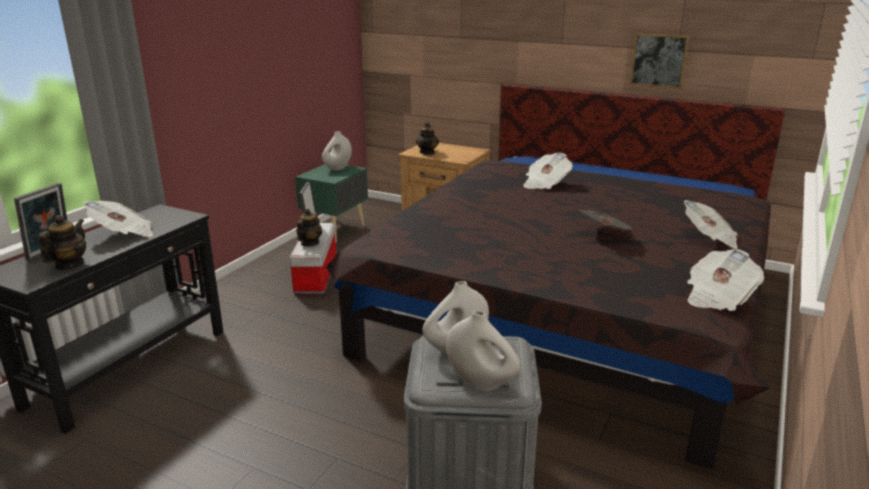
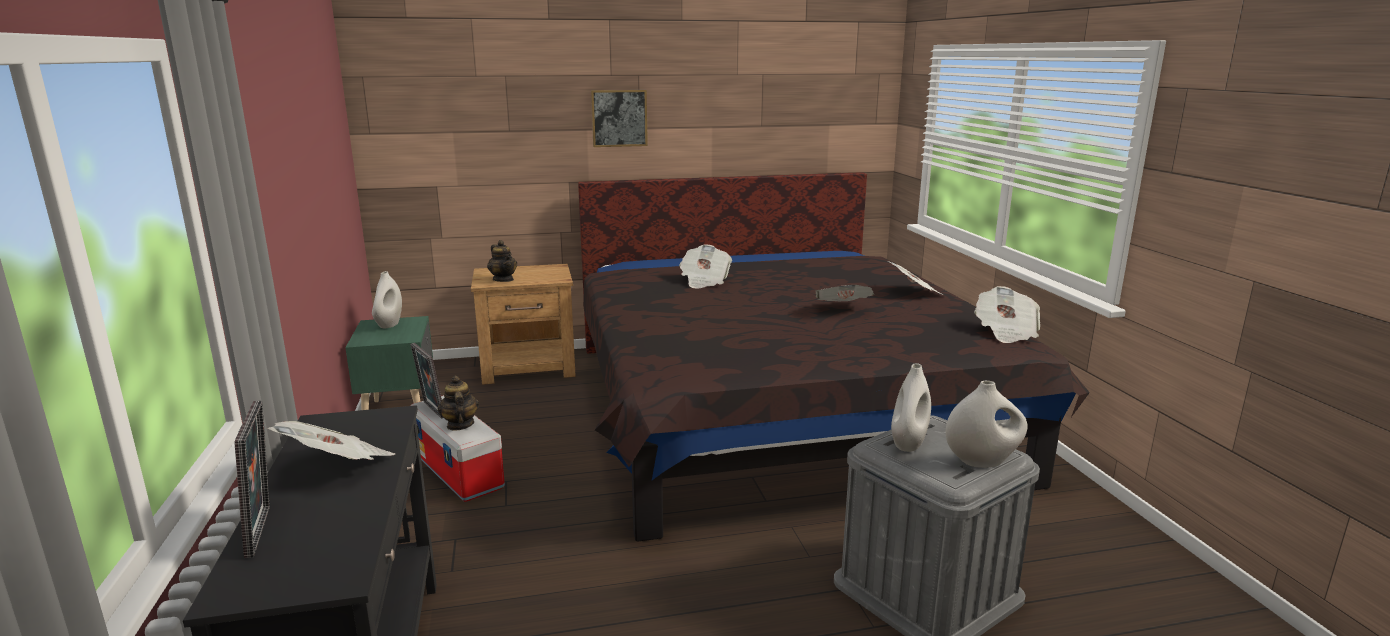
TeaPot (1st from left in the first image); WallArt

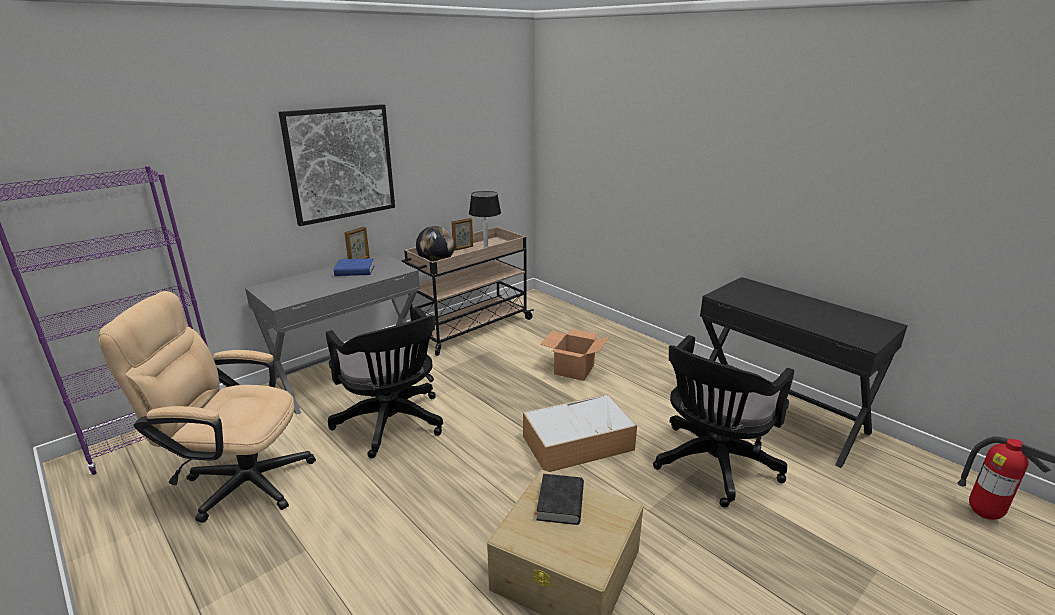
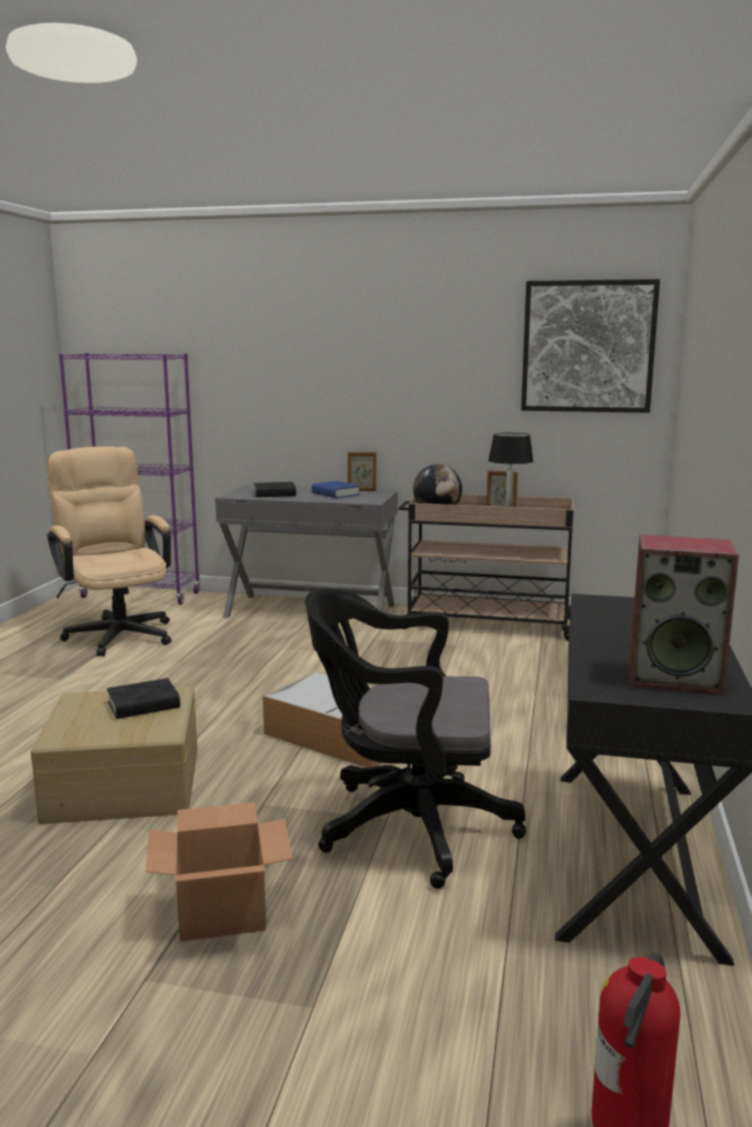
BlackishDeskChair (1st from left in the first image); BlackishBook (2nd from left); AudioSpeaker; WallArt; CardboardBox

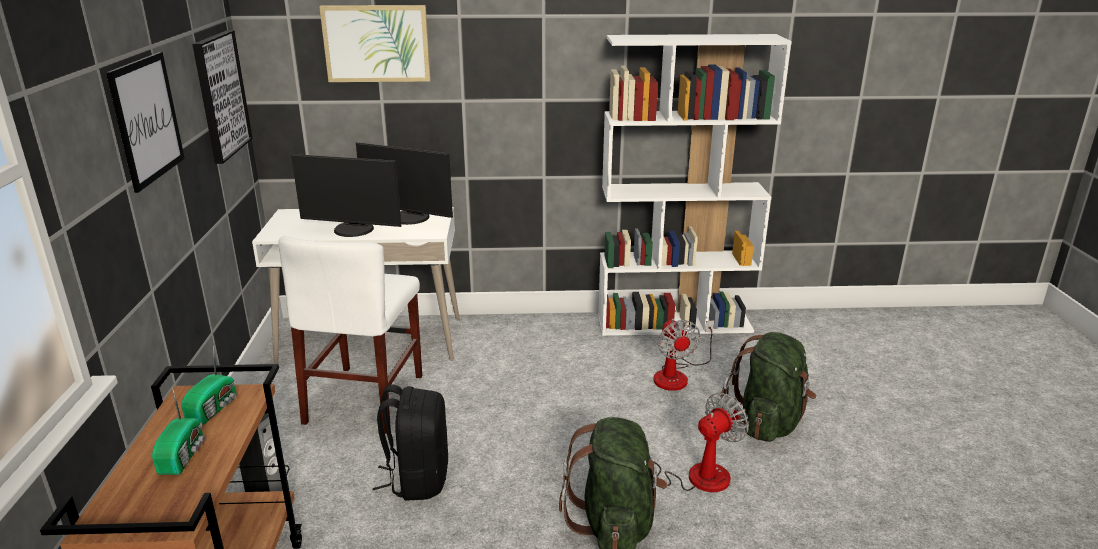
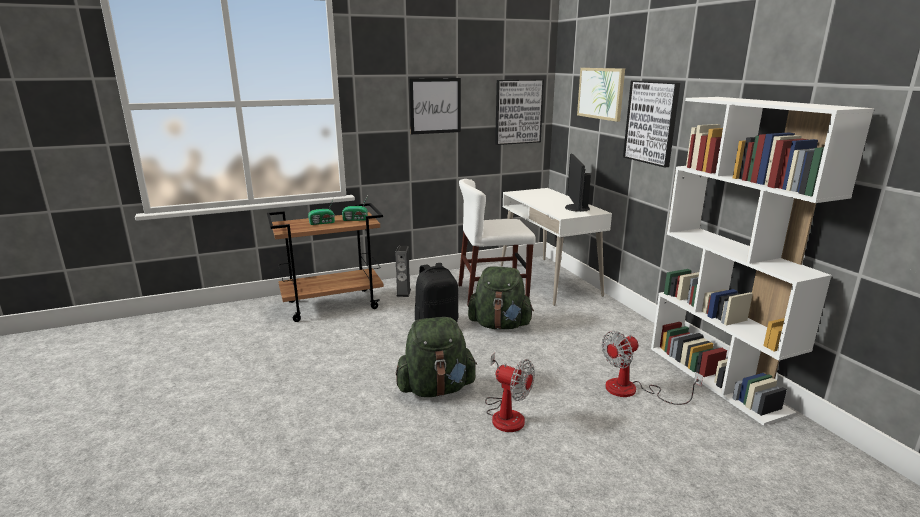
Monitor (1st from left in the first image); WallArt (4th from left); GreenRucksack (2nd from left)

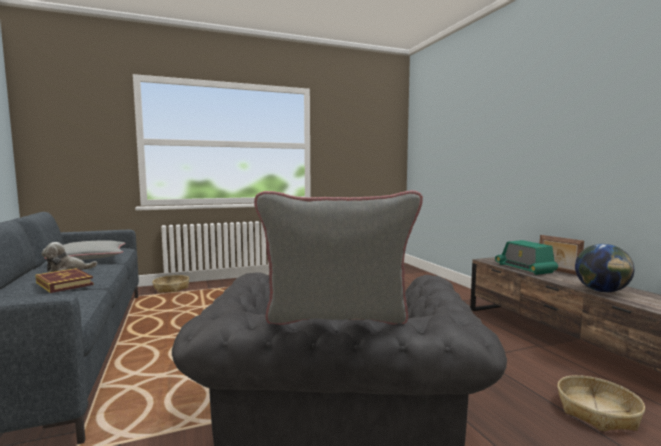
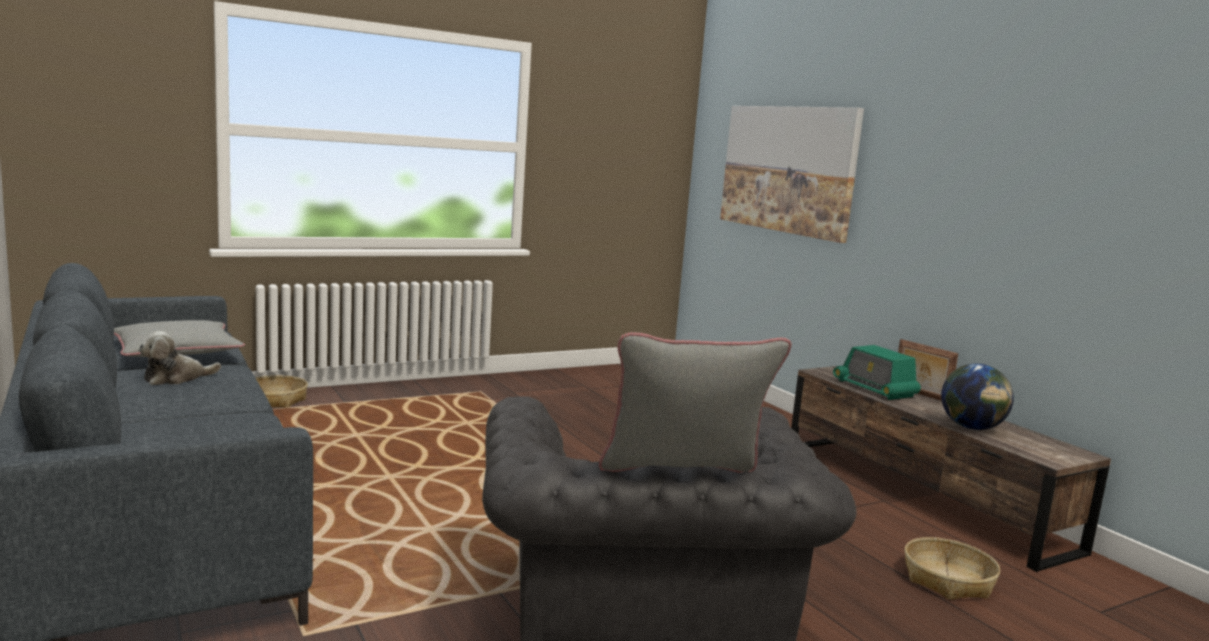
Book; WallArt

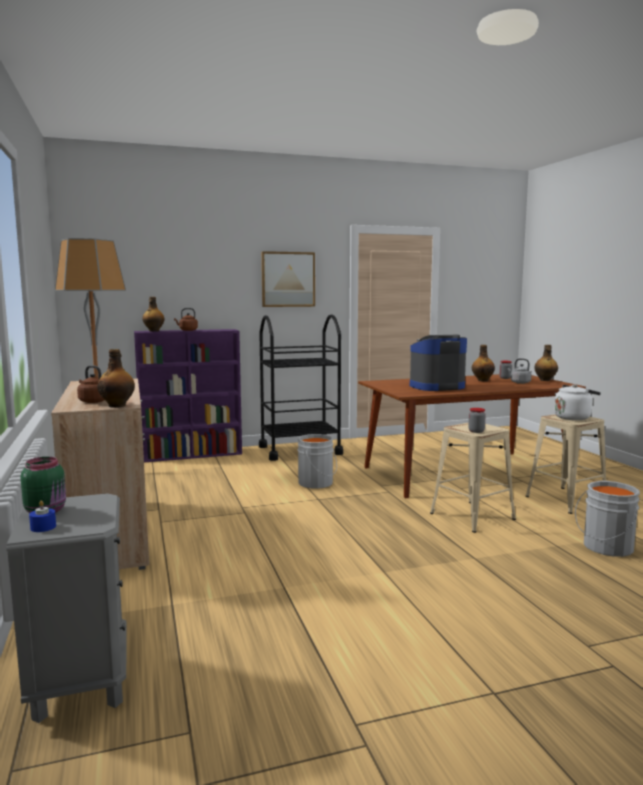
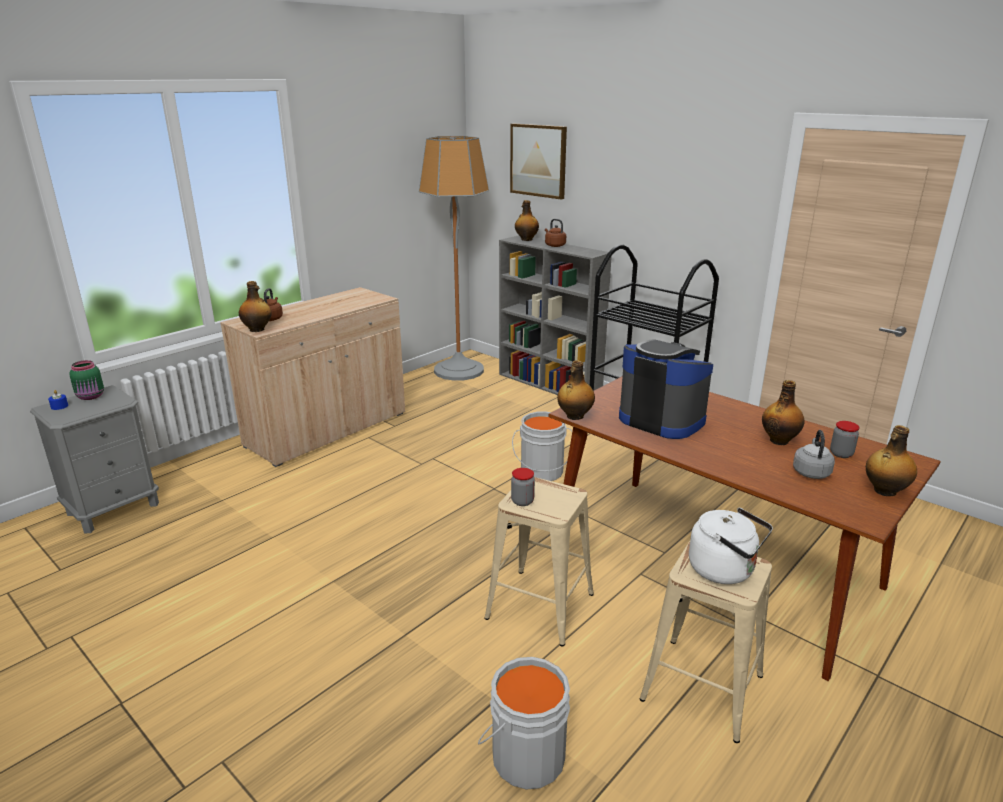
BeverageBottle (3rd from left); WallArt; GreyShelvingUnit

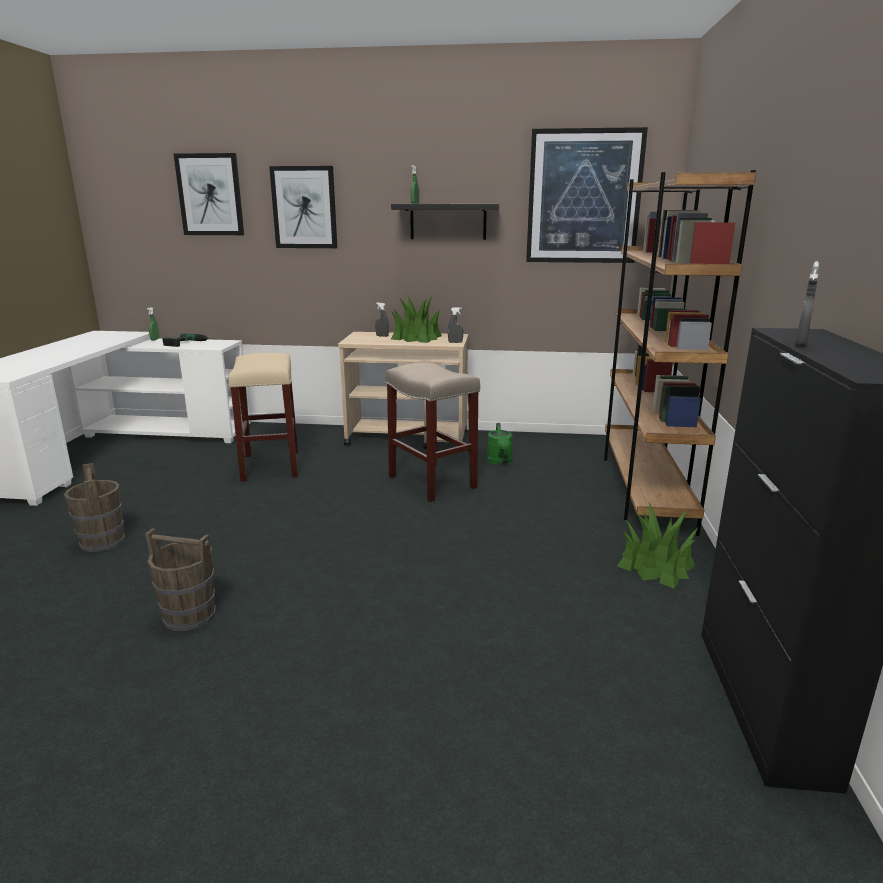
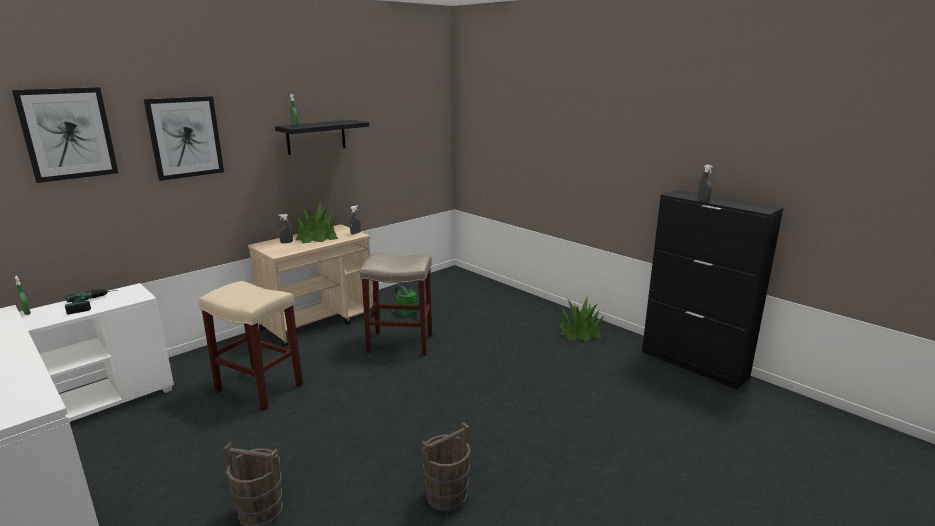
WallArt (3rd from left in the first image); BrownishShelvingUnit

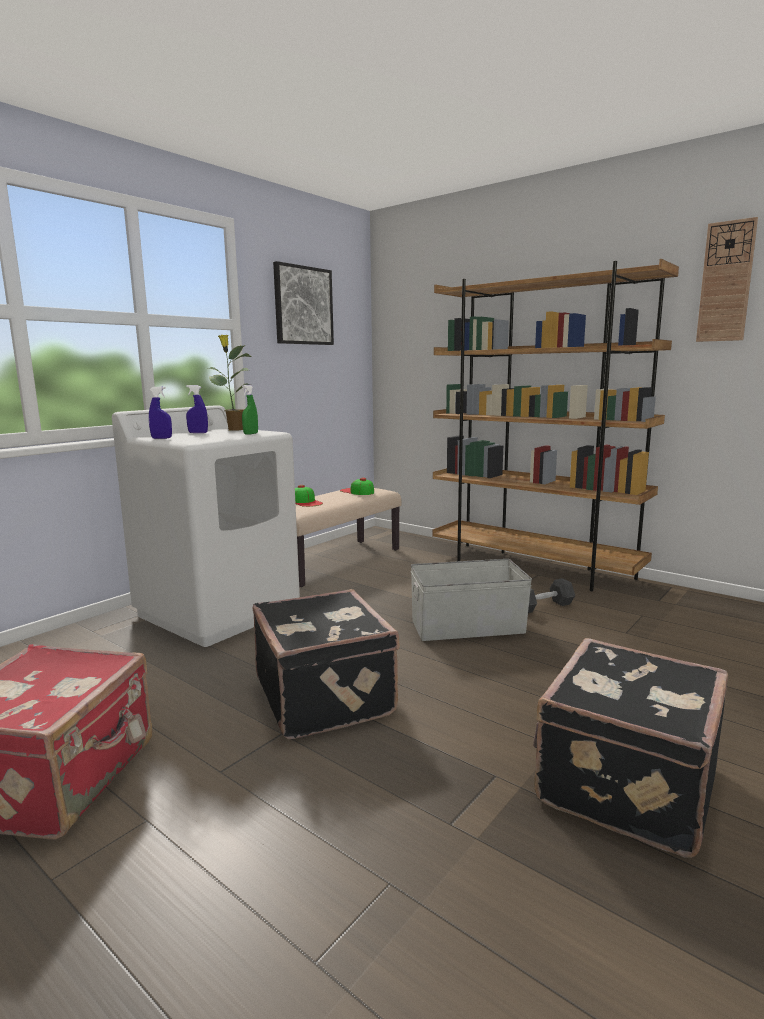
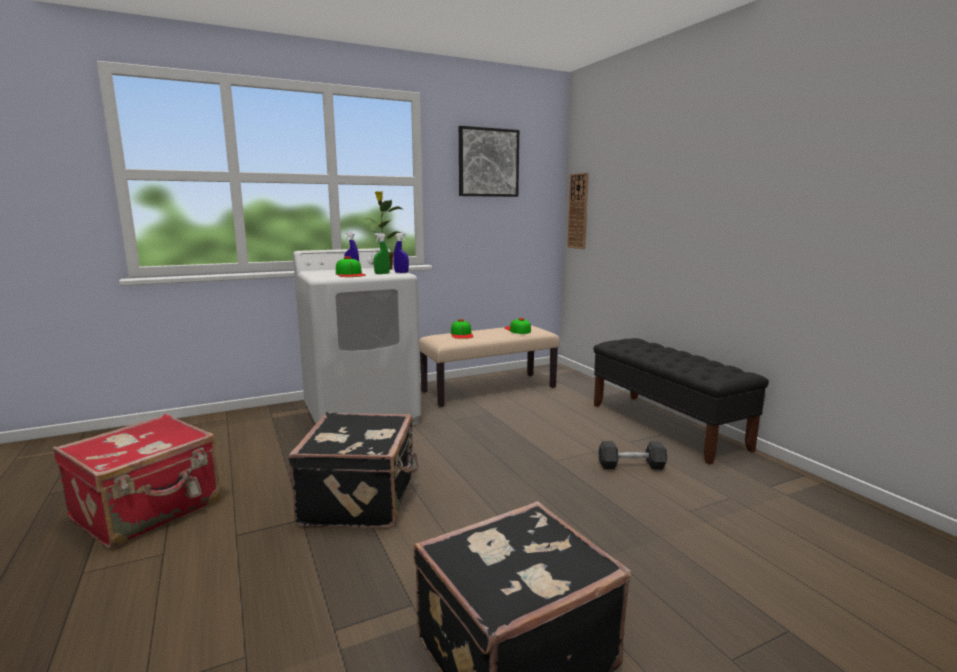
GreyStorageBox; BaseballCap (1st from left); BluishSprayBottle (2nd from left); ClockOnTheWall; BlackishIndoorBench

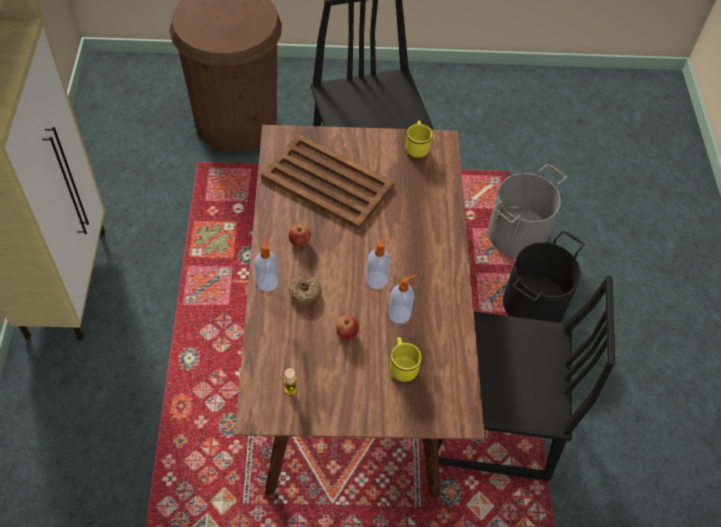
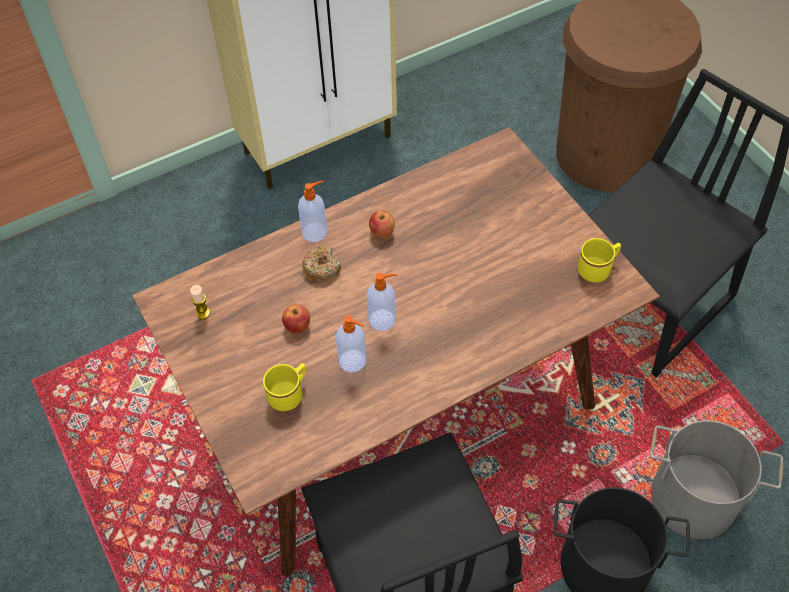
BrownishServingTray

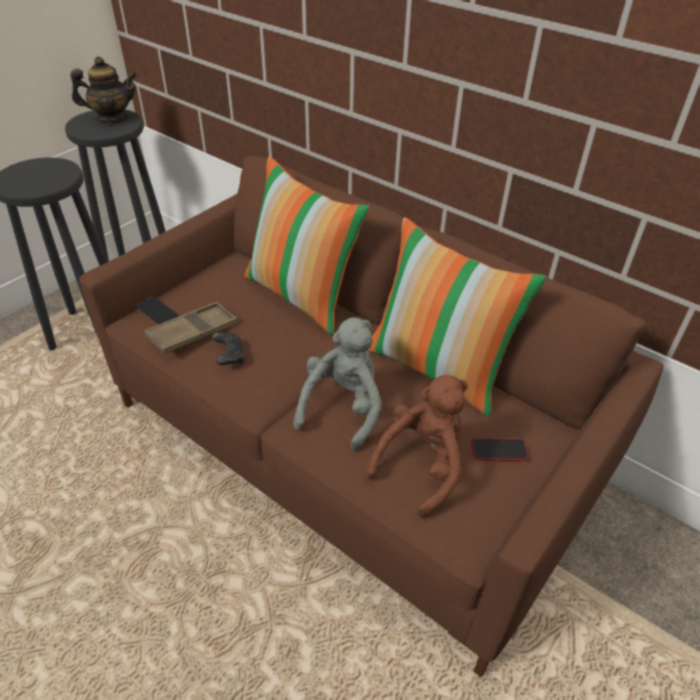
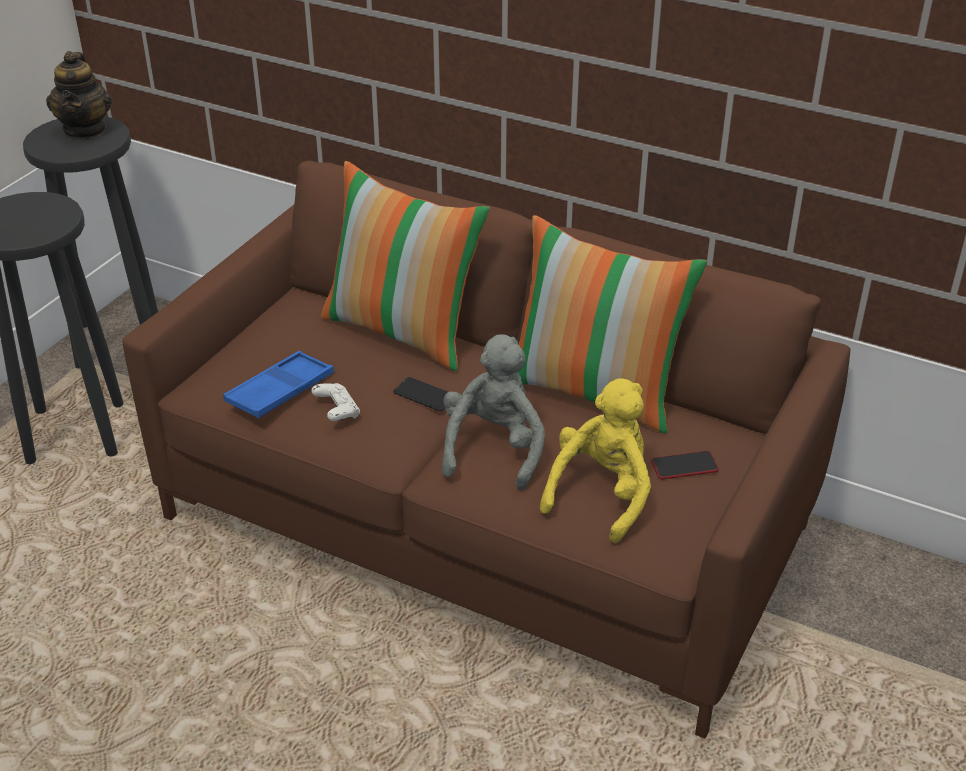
Telephone (1st from left); BluishServingTray; WhiteColouredGameController; YellowCuddlyToy; TeaPot

